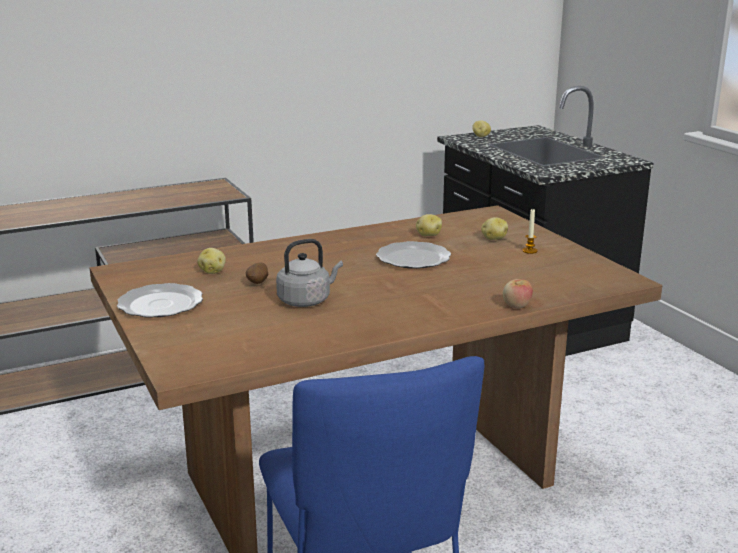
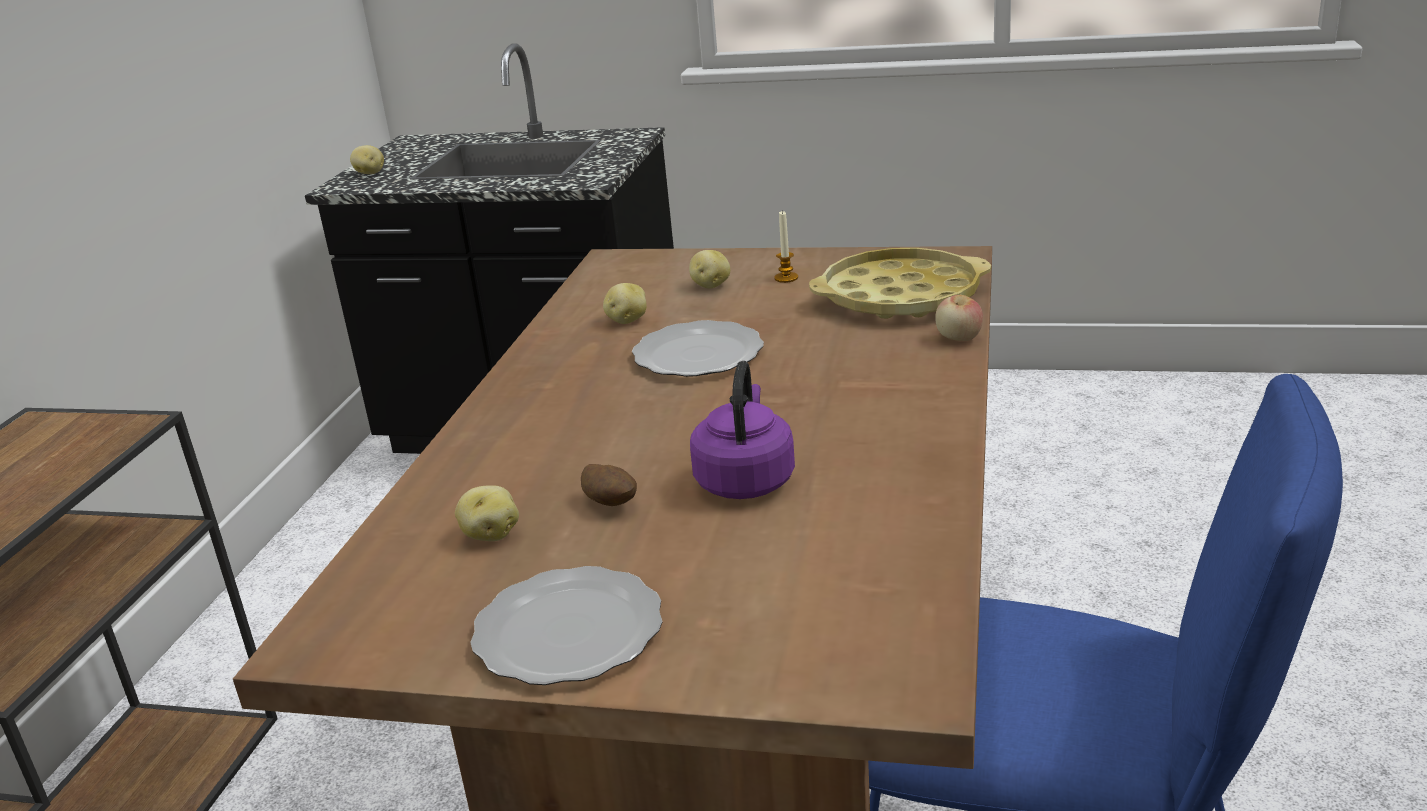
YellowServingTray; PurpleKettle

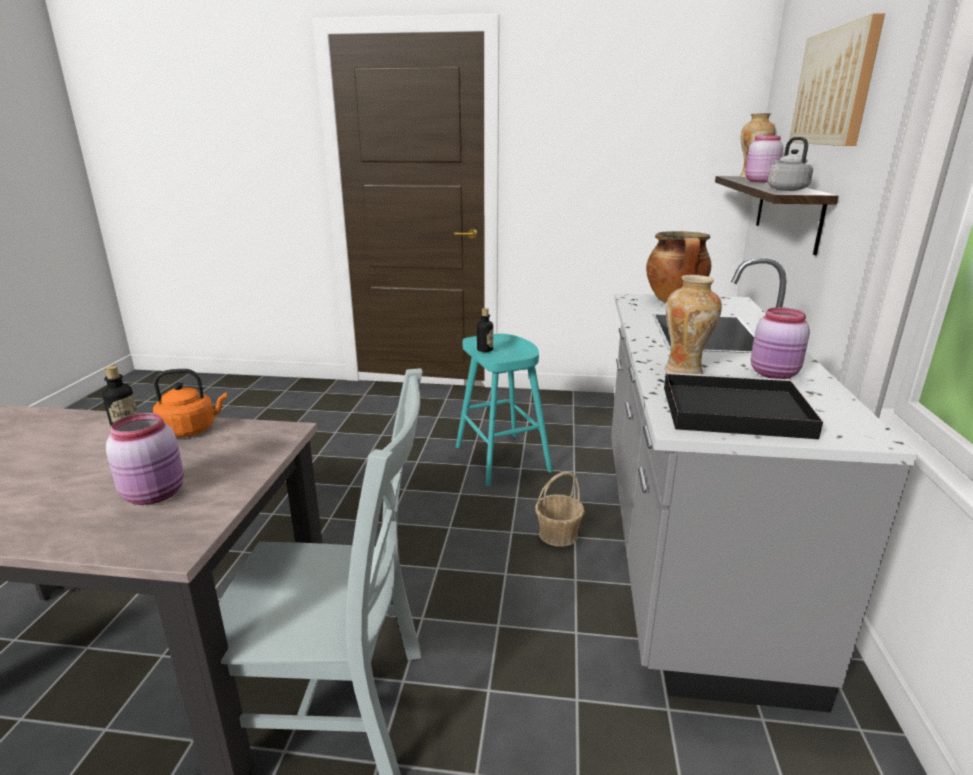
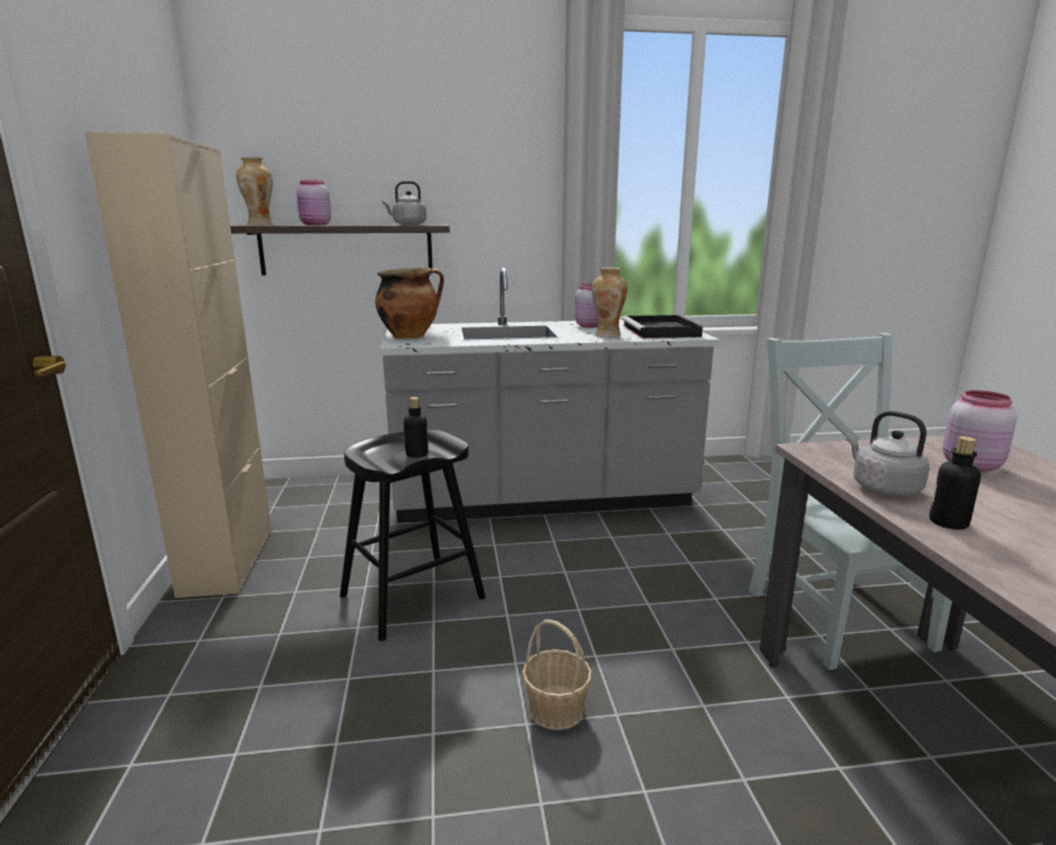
WallArt; SandColouredStorageCabinet; Basket; GreyKettle (2nd from left); BlackishStool

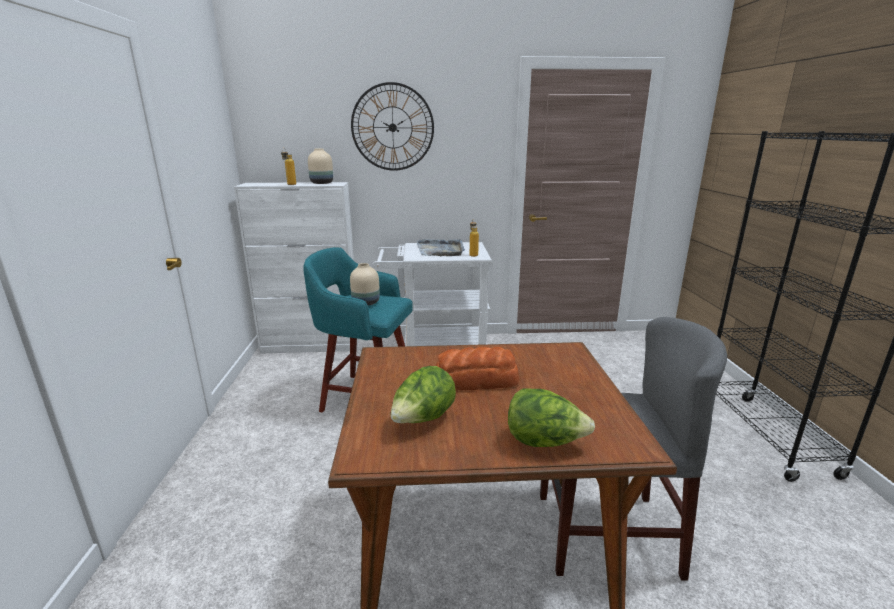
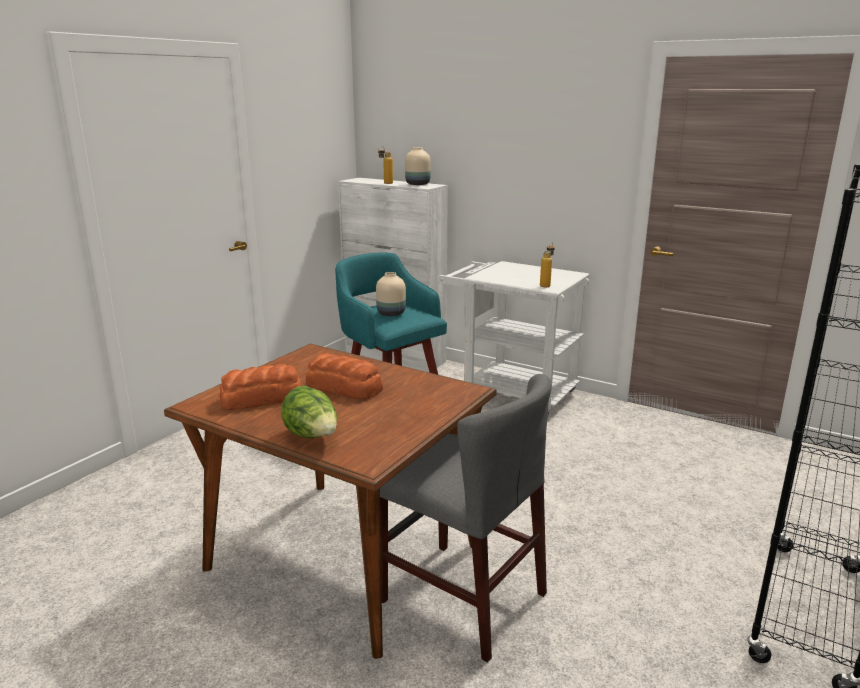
ClockOnTheWall; GreyServingTray; BakeryBread (1st from left)

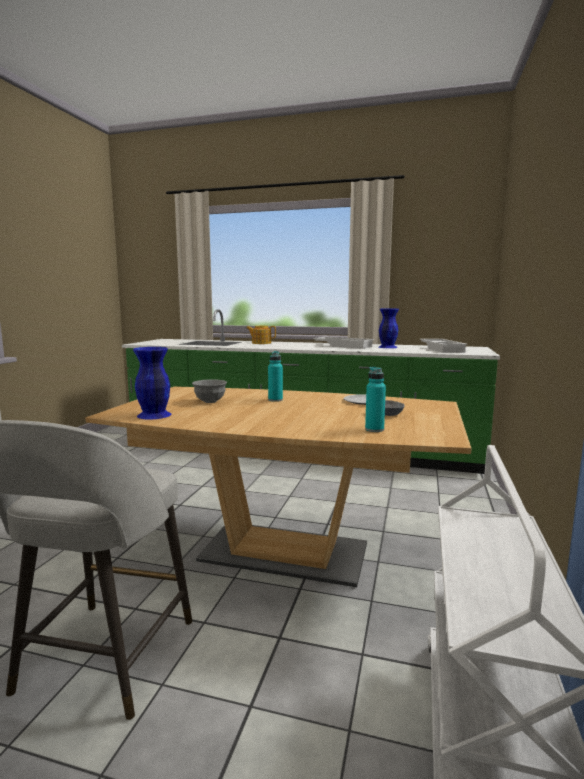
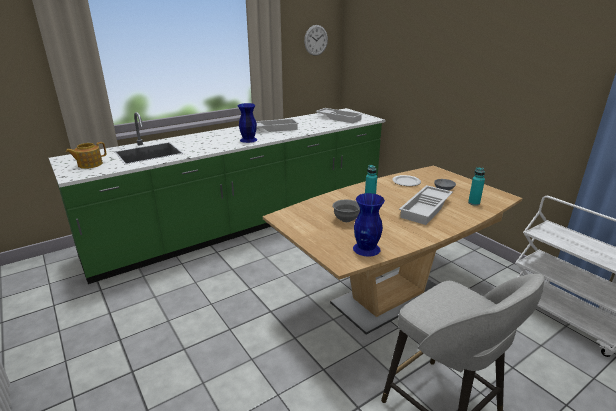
ClockOnTheWall; WhiteColouredServingTray (3rd from left); TeaPot; BluishFlowerVase (1st from left)

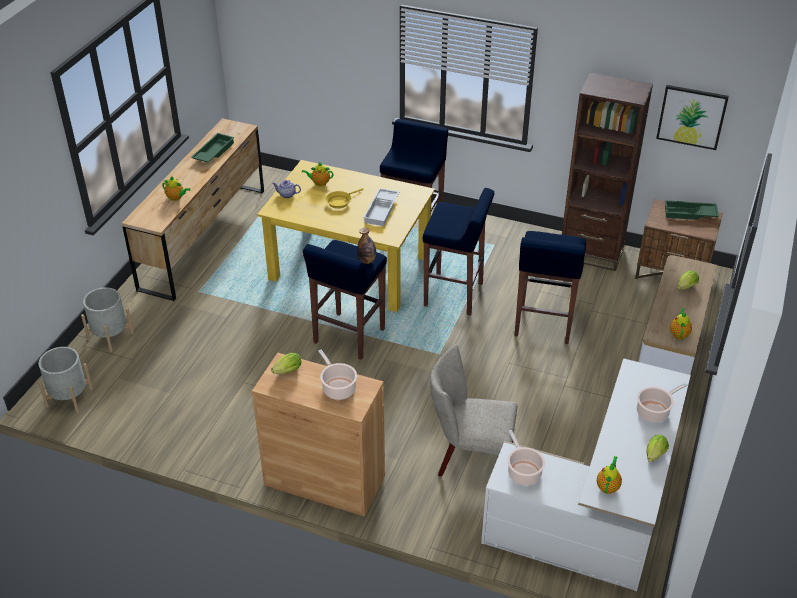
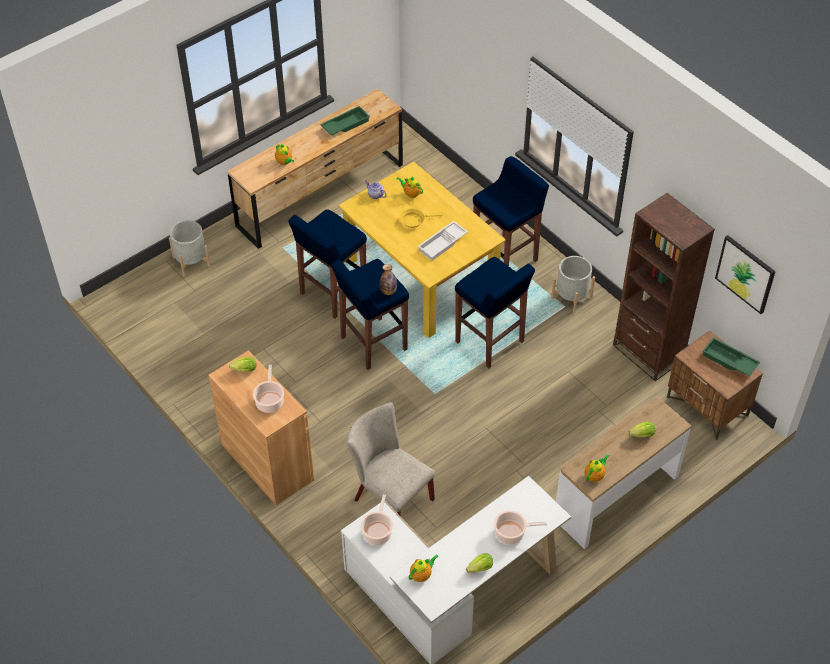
GreyPlanter (2nd from left); BluishStool (1st from left)

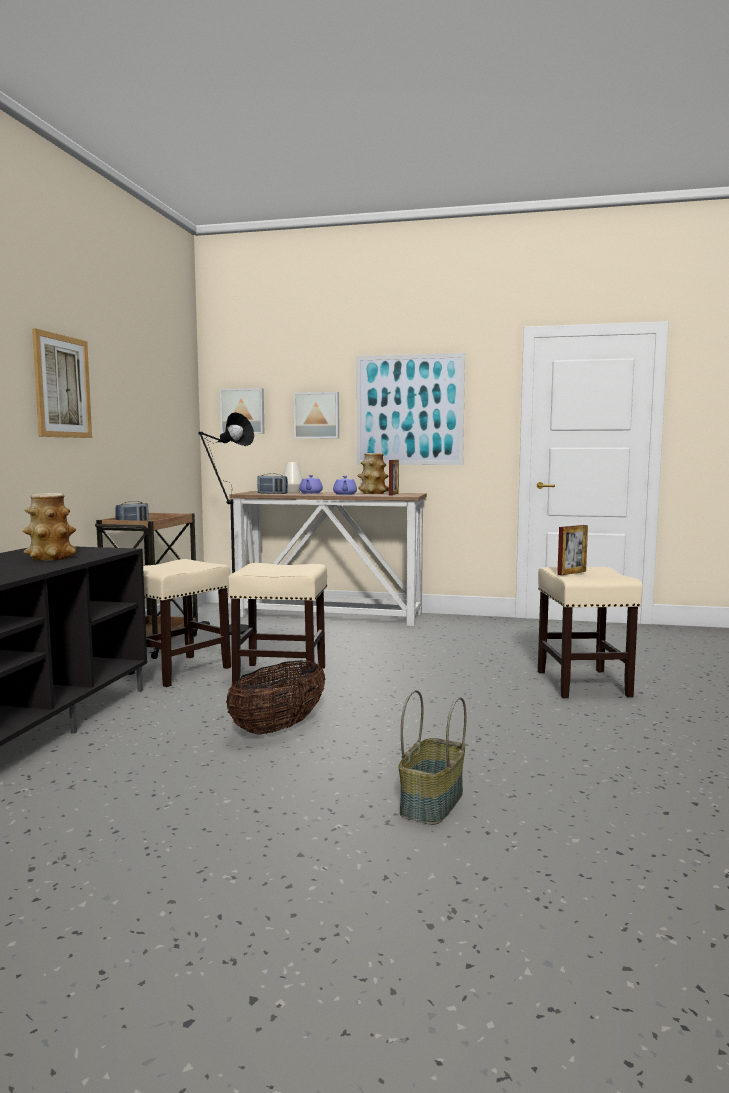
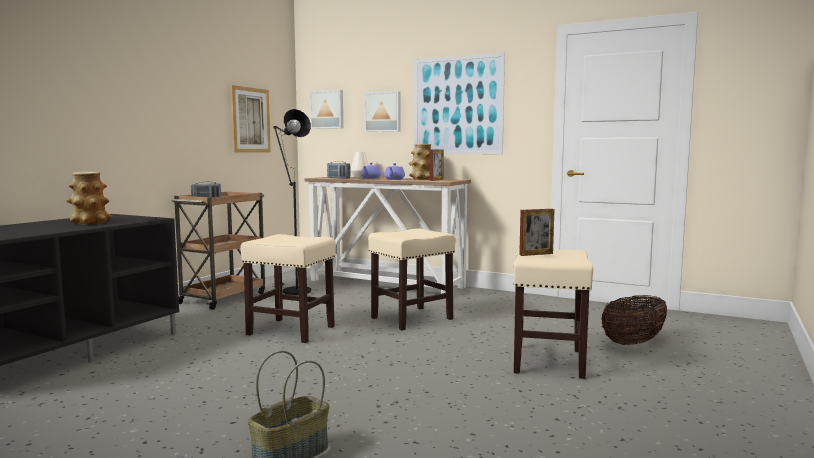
WallArt (1st from left); SandColouredStool (2nd from left); Basket (2nd from left)

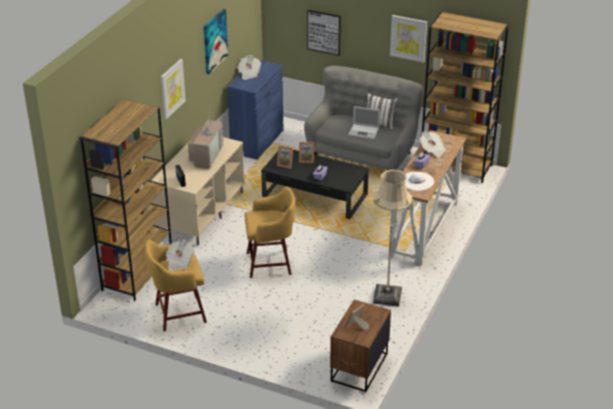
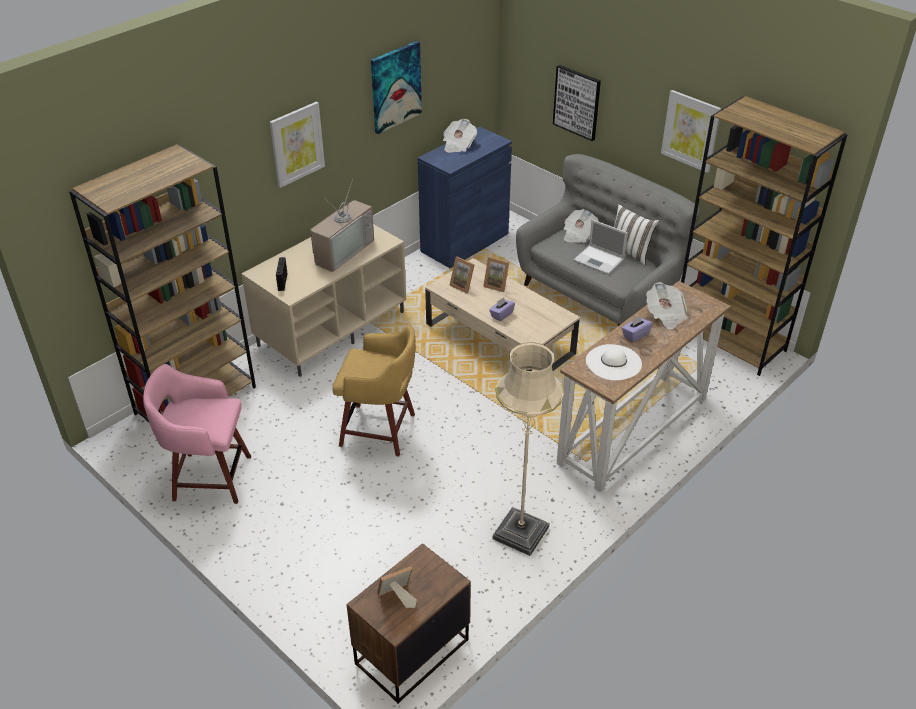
DailyPaper (2nd from left); PinkishStool; SandColouredLoungeTable

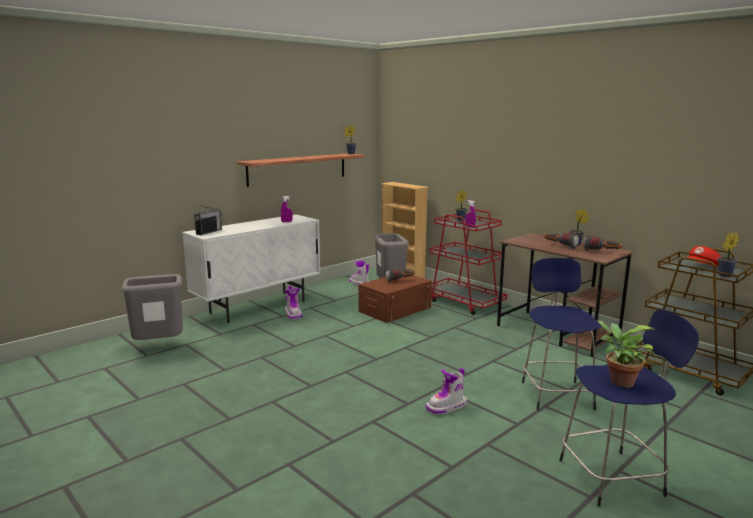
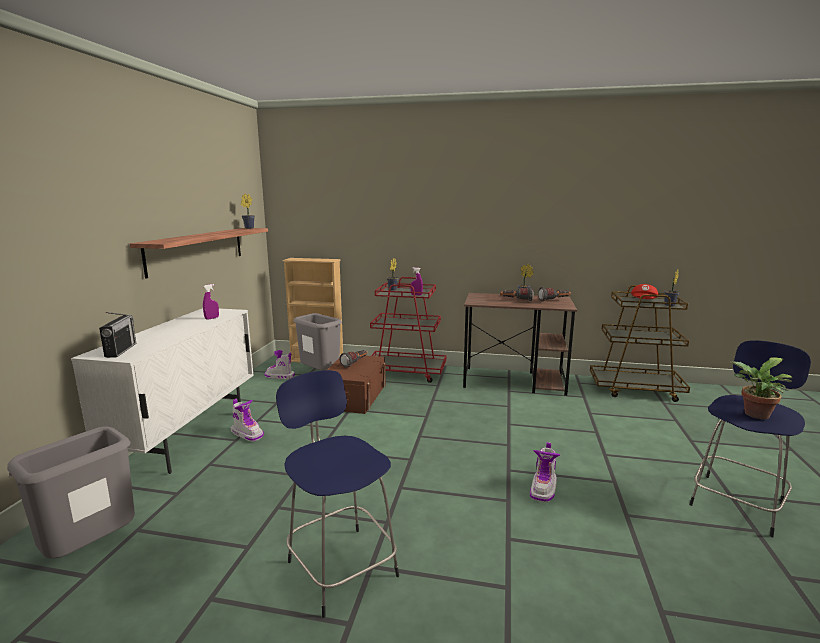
BluishStool (1st from left)

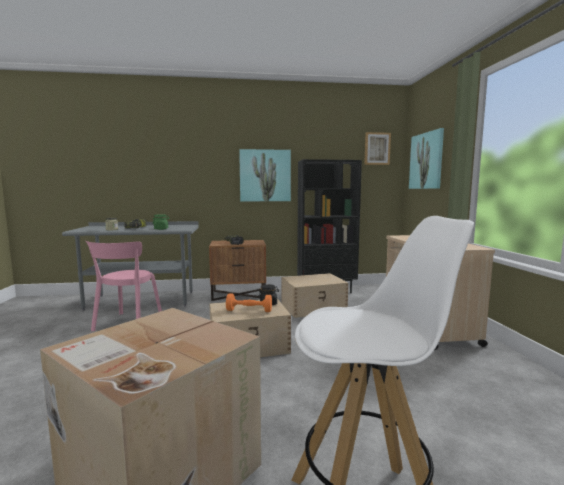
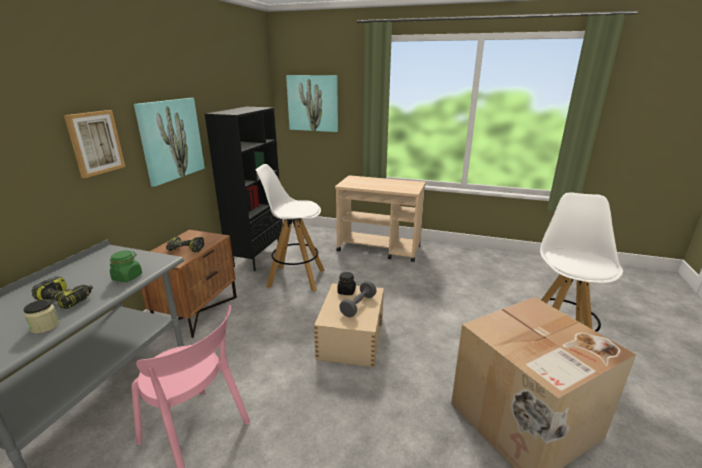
WallArt (1st from left); WhiteColouredStool (1st from left); GreyHandWeight

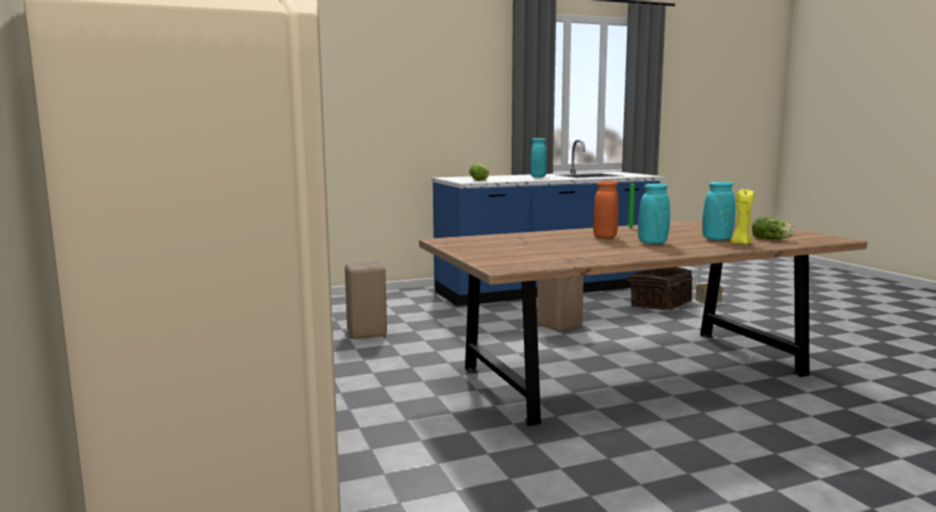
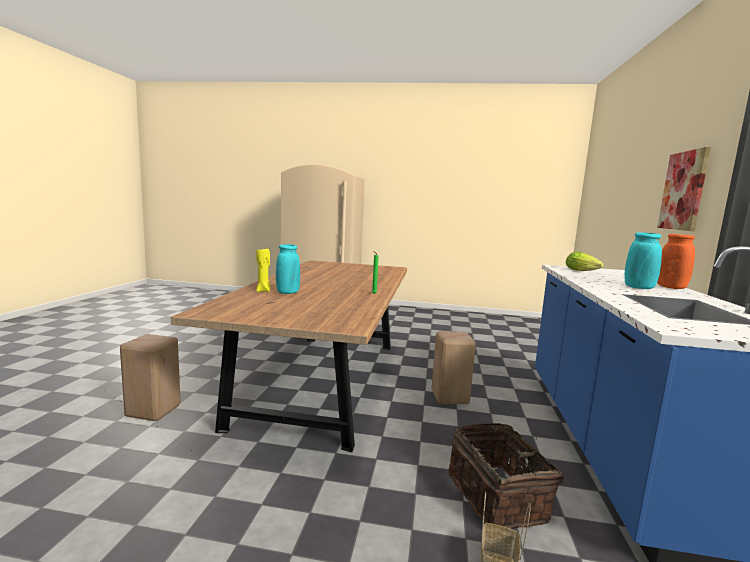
TurquoiseFlowerVase (2nd from left in the first image); HeadOfLettuce (2nd from left in the first image); WallArt; SandColouredStool (1st from left); OrangeyFlowerVase

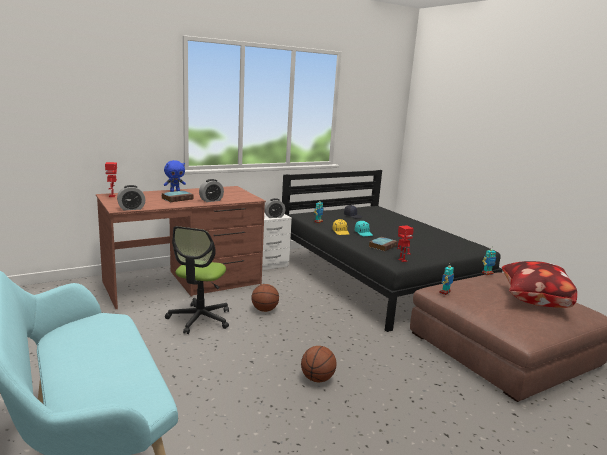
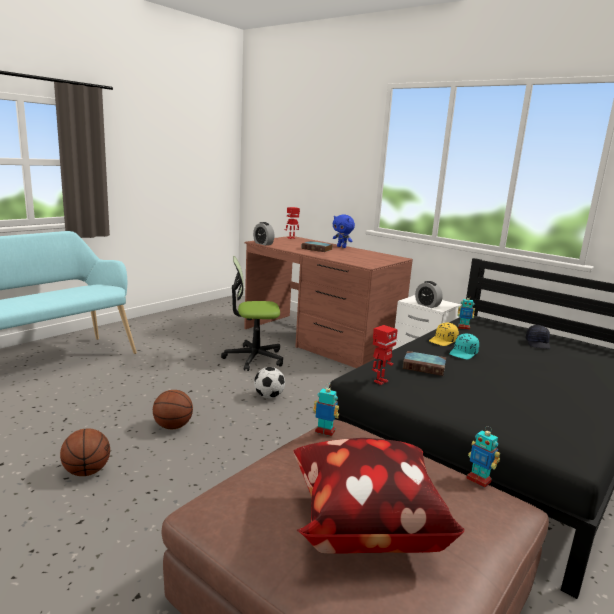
BedsideClock (2nd from left in the first image); BallForFootball; Basketball (1st from left)

